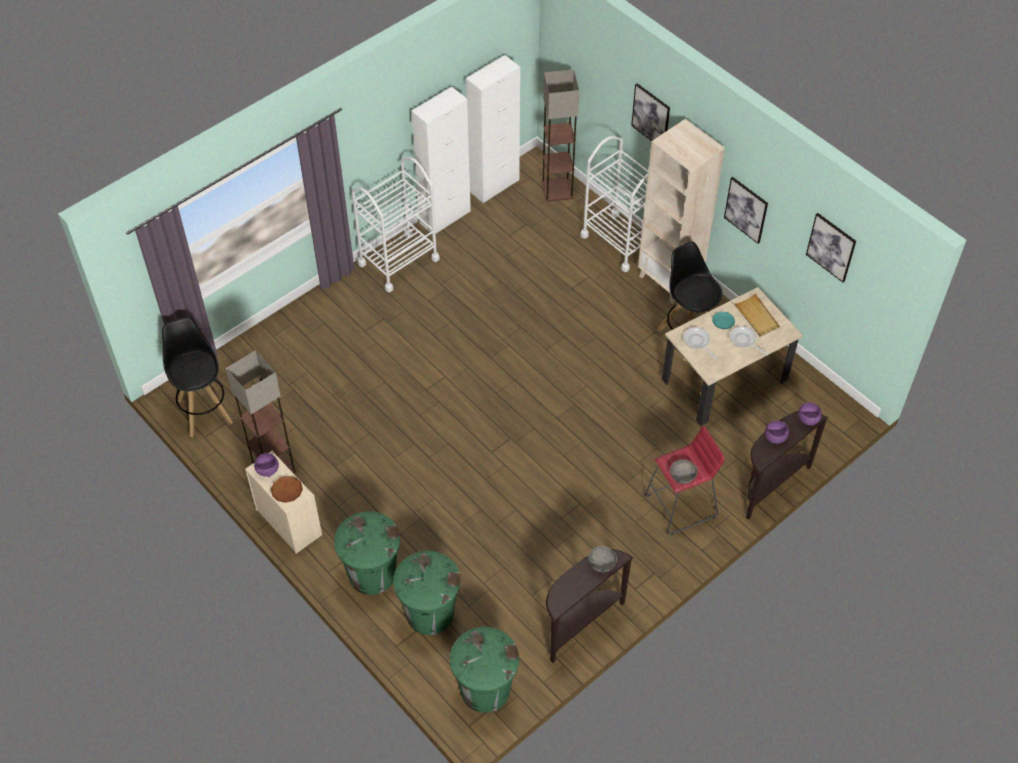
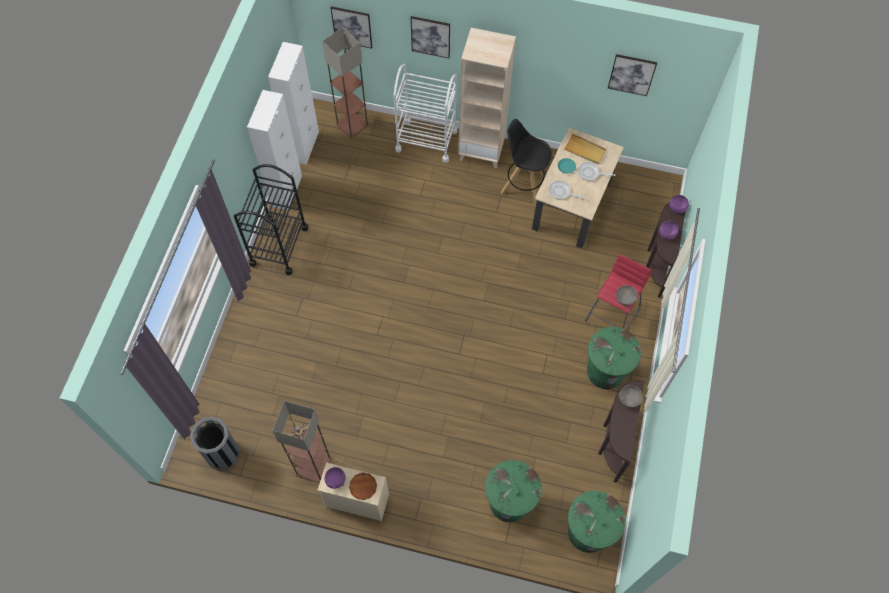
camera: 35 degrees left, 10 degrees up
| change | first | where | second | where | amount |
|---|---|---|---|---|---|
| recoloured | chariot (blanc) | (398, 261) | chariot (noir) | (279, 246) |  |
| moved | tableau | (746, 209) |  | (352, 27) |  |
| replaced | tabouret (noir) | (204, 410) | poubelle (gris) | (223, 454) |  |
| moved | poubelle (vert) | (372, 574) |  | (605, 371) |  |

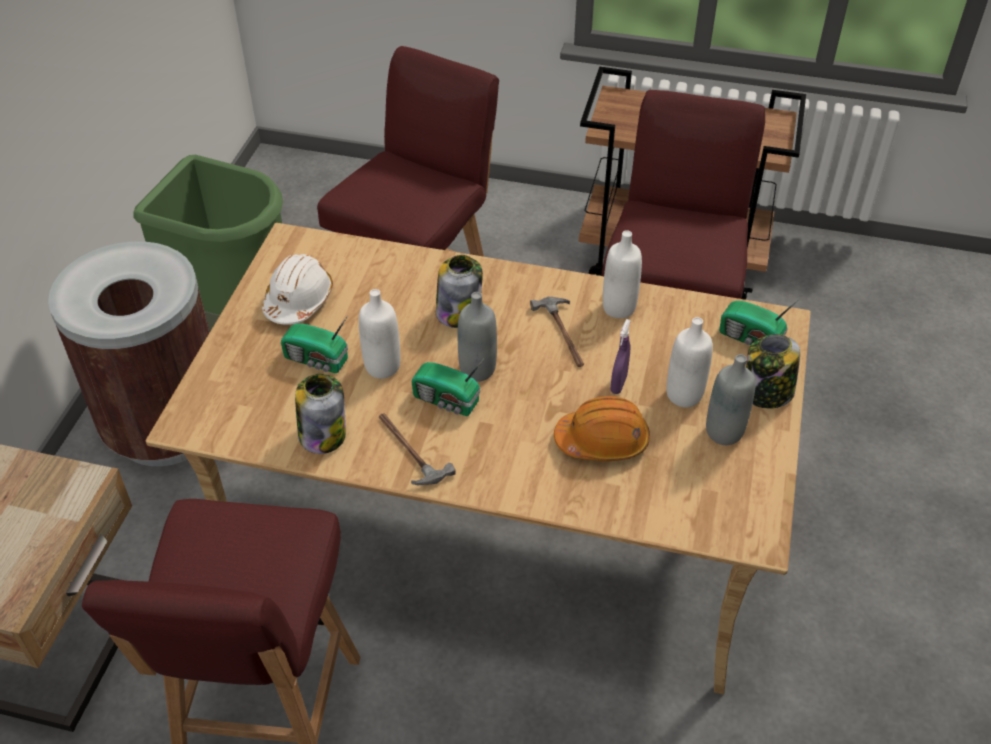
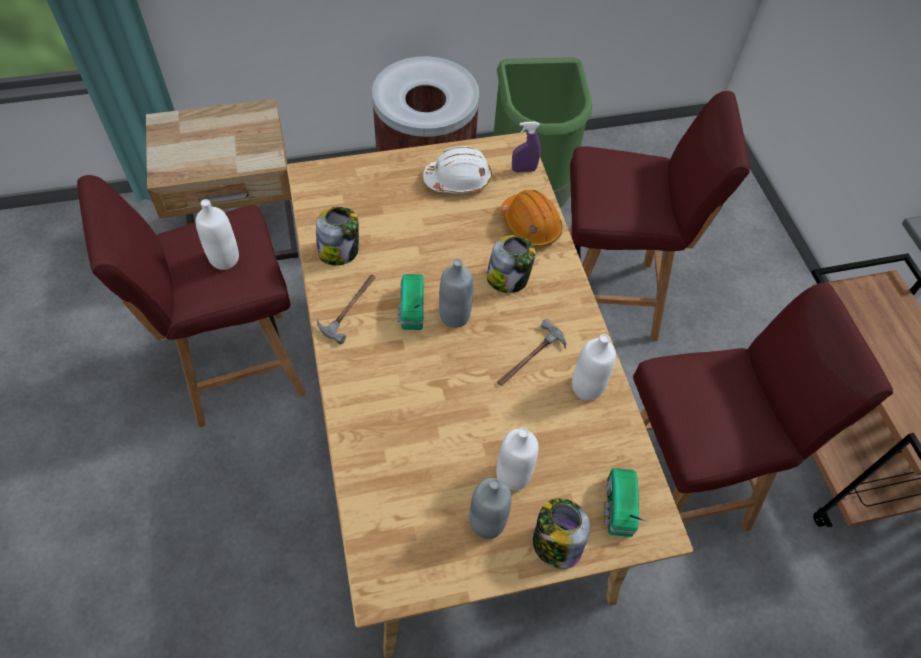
camera: 60 degrees right, 10 degrees up
| change | first | where | second | where | amount |
|---|---|---|---|---|---|
| moved | bouteille (blanc) | (382, 367) |  | (224, 259) |  |
| removed | radio | (317, 360) |  |  |  |
| moved | vaporisateur (violet) | (618, 384) |  | (524, 170) |  |
| moved | casque de chantier (orange) | (602, 441) |  | (530, 225) |  |

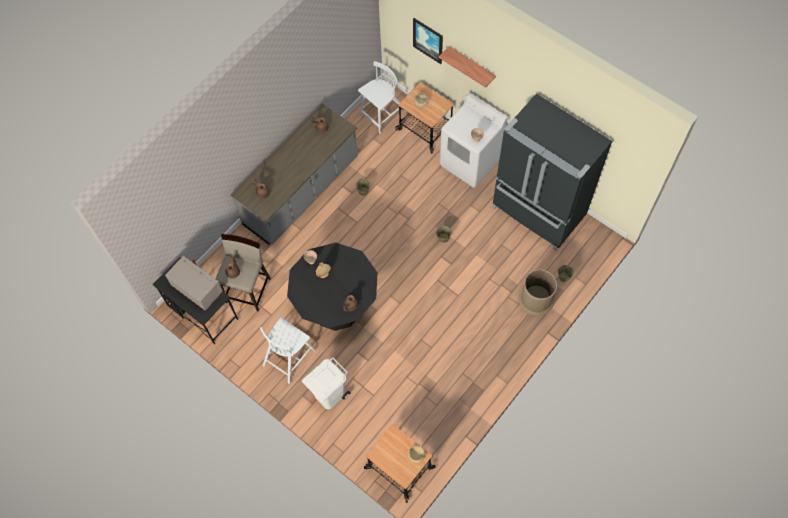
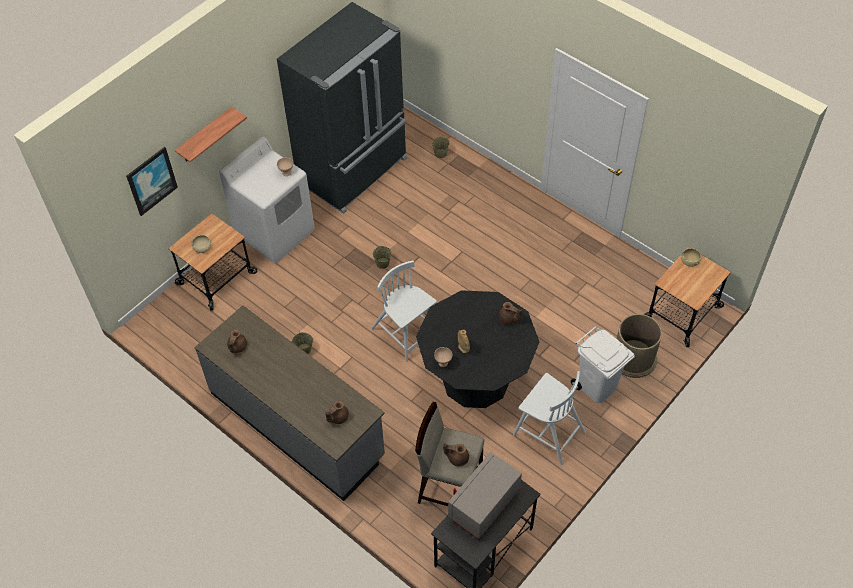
camera: 90 degrees left, 10 degrees down
| change | first | where | second | where | amount |
|---|---|---|---|---|---|
| moved | chaise (blanc) | (382, 114) |  | (405, 333) |  |
| moved | poubelle (marron) | (536, 299) |  | (633, 358) |  |

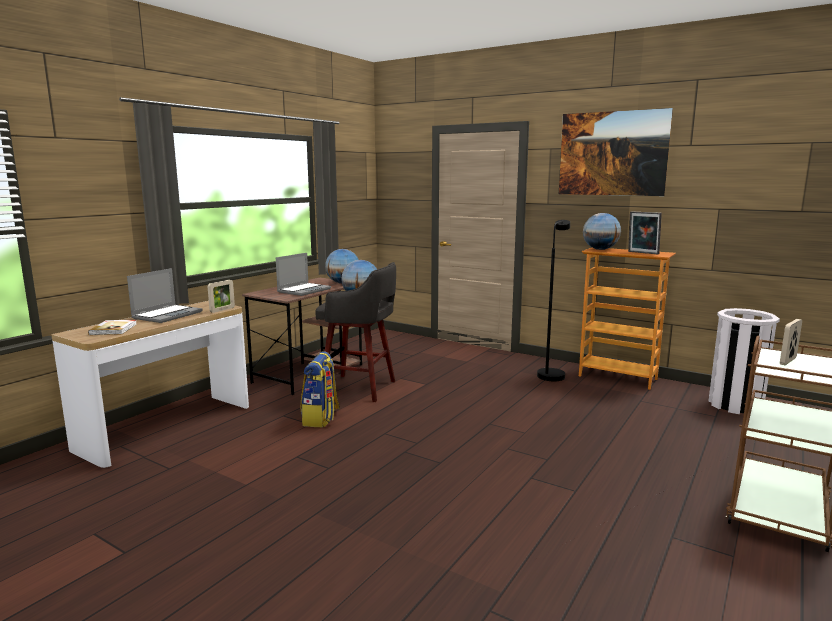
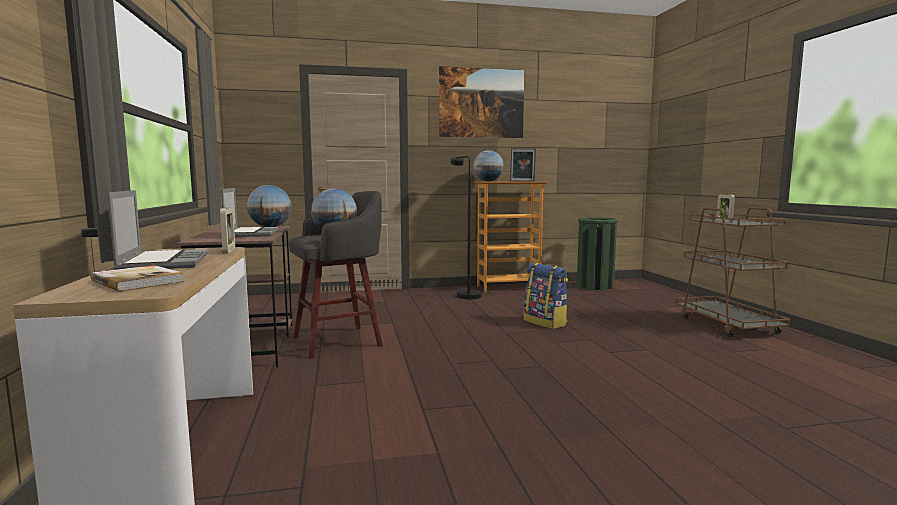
camera: 45 degrees left, 5 degrees down
| change | first | where | second | where | amount |
|---|---|---|---|---|---|
| recoloured | poubelle (blanc) | (735, 405) | poubelle (vert) | (595, 286) |  |
| moved | sac à dos | (321, 418) |  | (546, 322) |  |

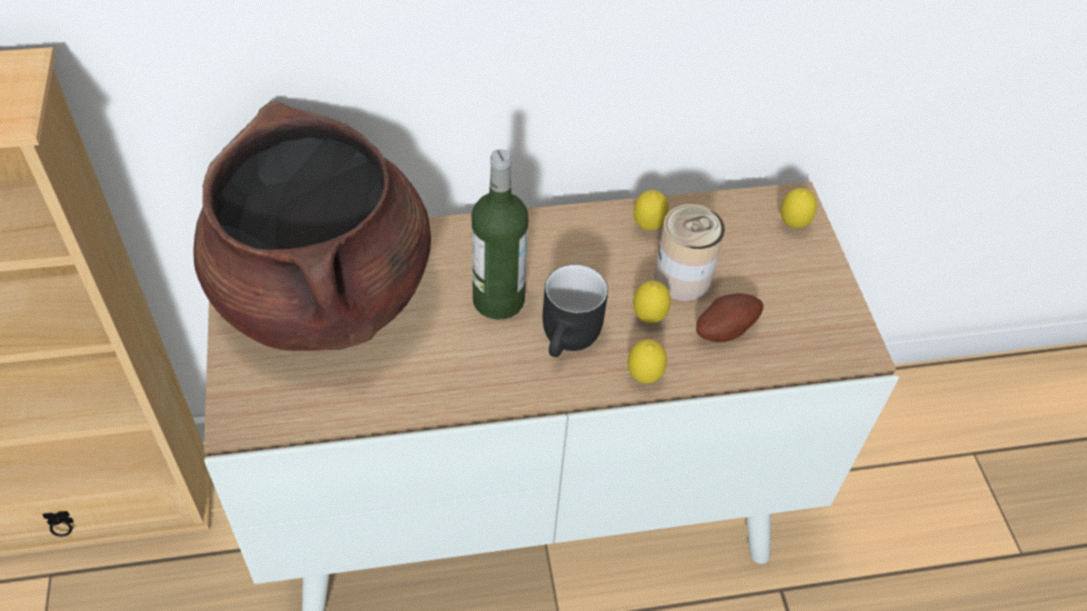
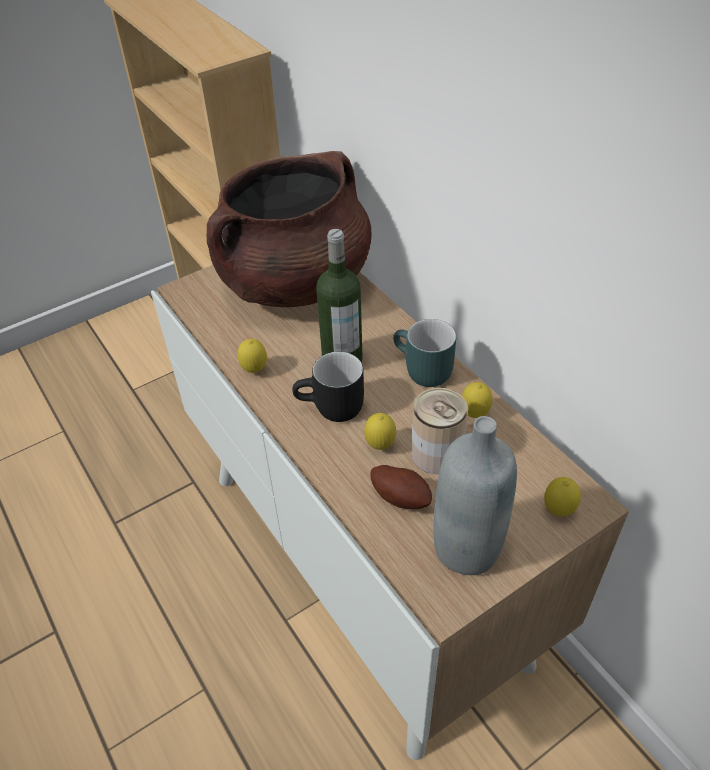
camera: 70 degrees right, 5 degrees down
| change | first | where | second | where | amount |
|---|---|---|---|---|---|
| moved | citron | (643, 377) |  | (254, 370) |  |
| added |  |  | mug (turquoise) | (420, 371) |  |
| added |  |  | bouteille (gris) | (467, 548) |  |

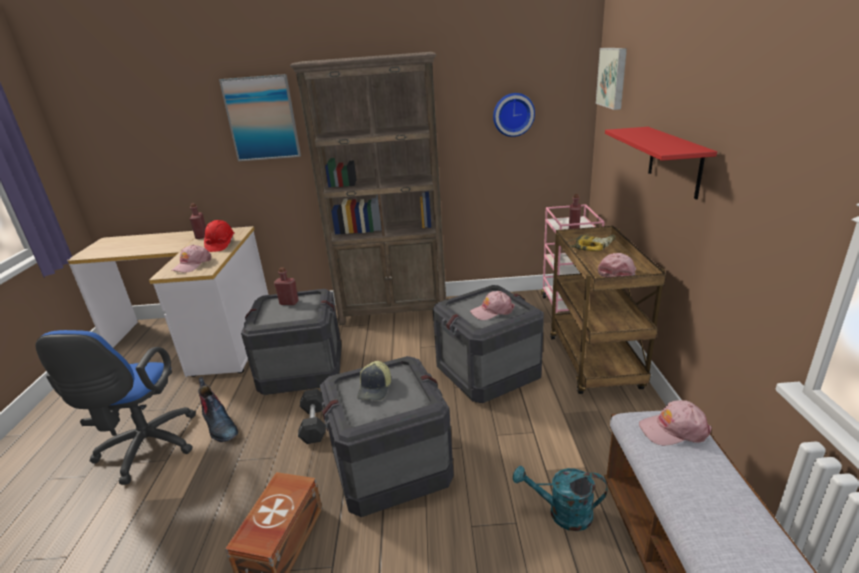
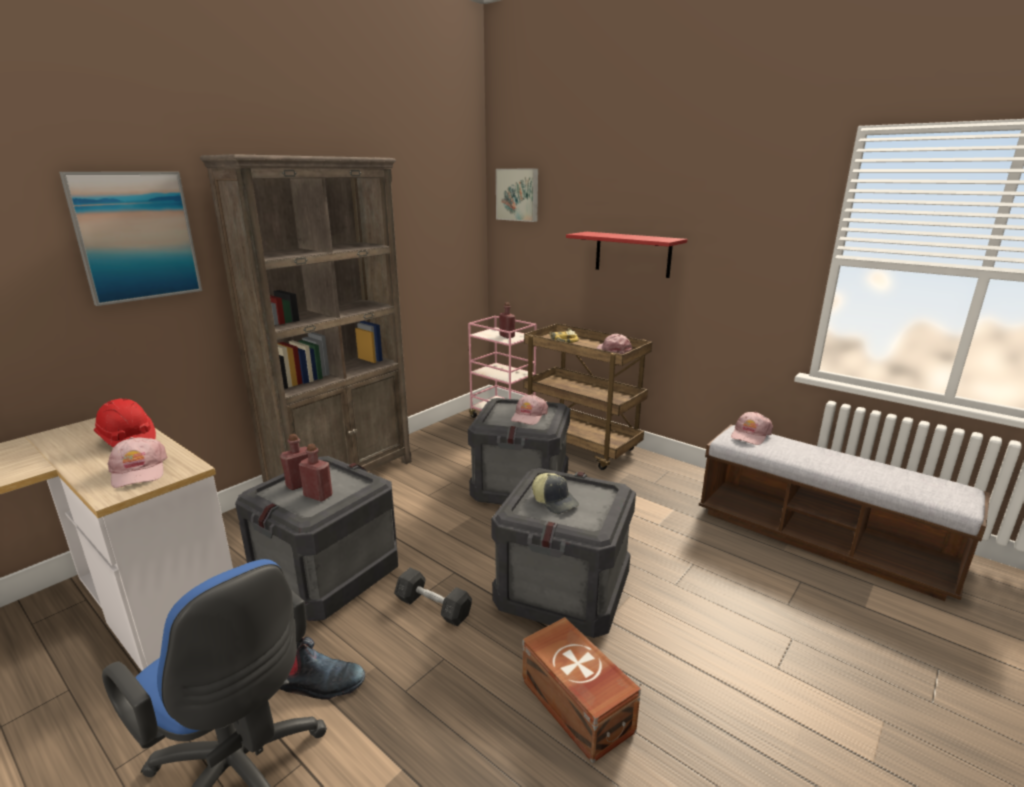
camera: 50 degrees left, 5 degrees down
| change | first | where | second | where | amount |
|---|---|---|---|---|---|
| removed | horloge murale | (513, 114) |  |  |  |
| moved | bouteille (rouge) | (201, 236) |  | (318, 496) |  |
| removed | arrosoir (turquoise) | (562, 513) |  |  |  |

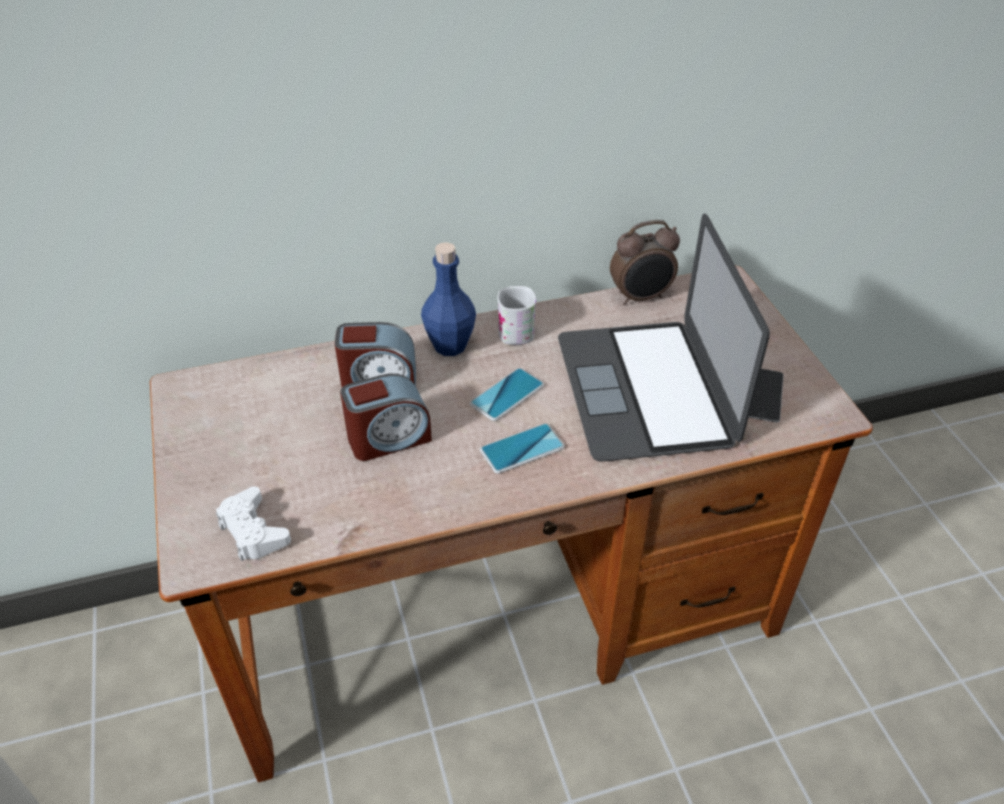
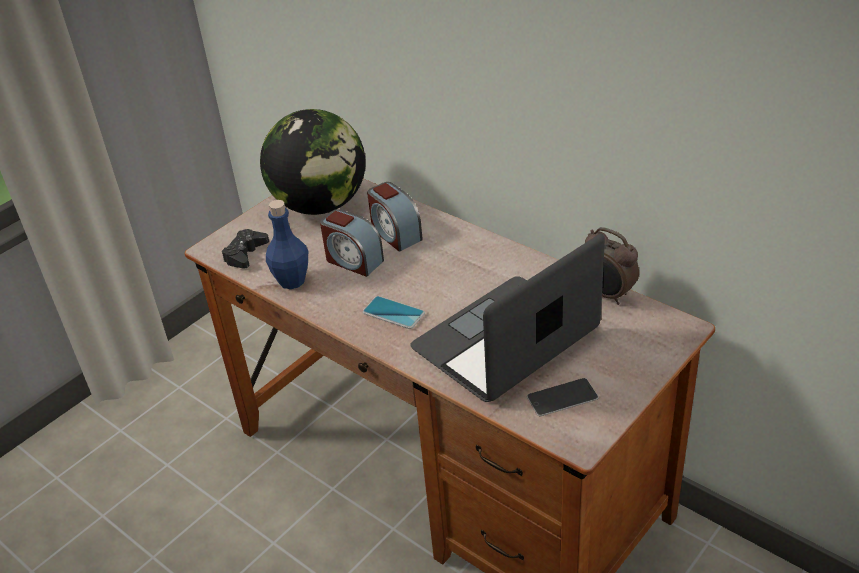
camera: 60 degrees right, 5 degrees down
| change | first | where | second | where | amount |
|---|---|---|---|---|---|
| moved | bouteille (bleu) | (450, 345) |  | (292, 281) |  |
| removed | mug (blanc) | (515, 329) |  |  |  |
| removed | téléphone | (507, 395) |  |  |  |
| recoloured | manette (blanc) | (253, 531) | manette (noir) | (245, 254) |  |
| added |  |  | globe | (320, 205) |  |

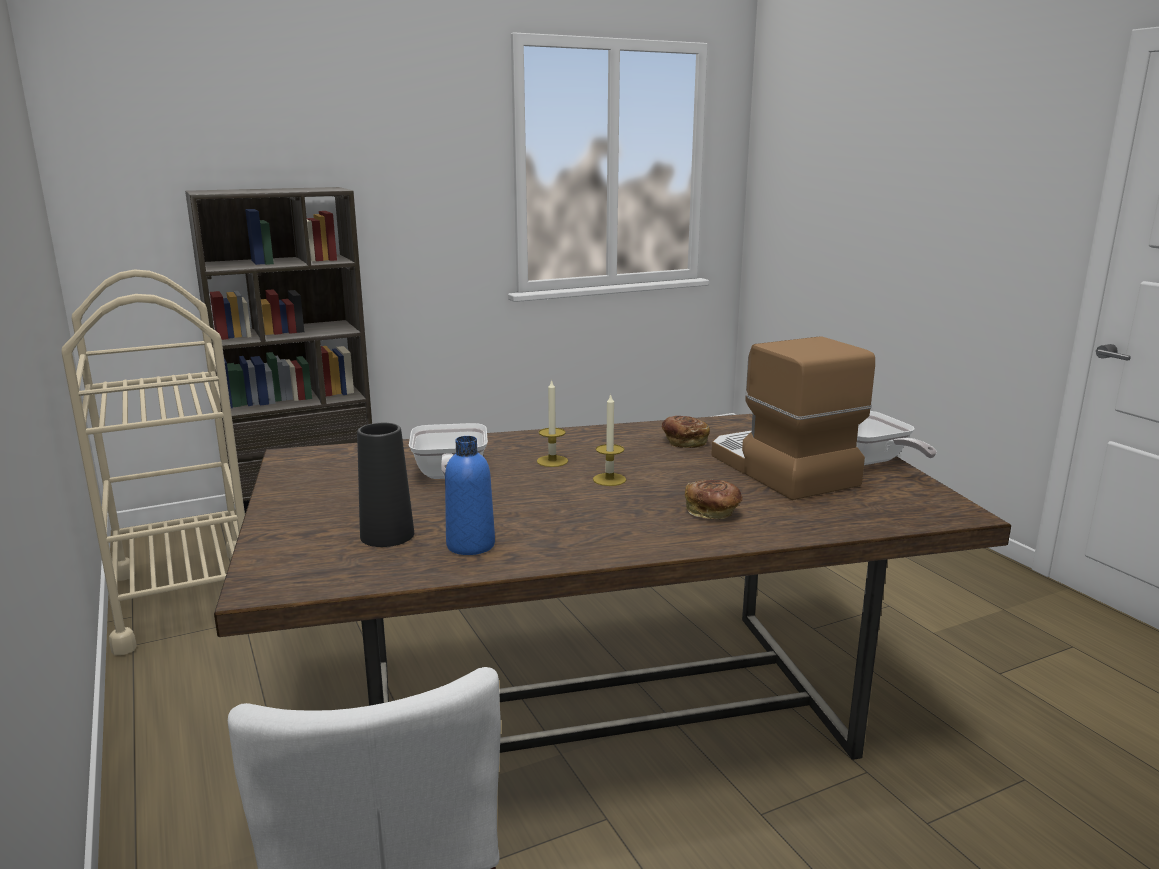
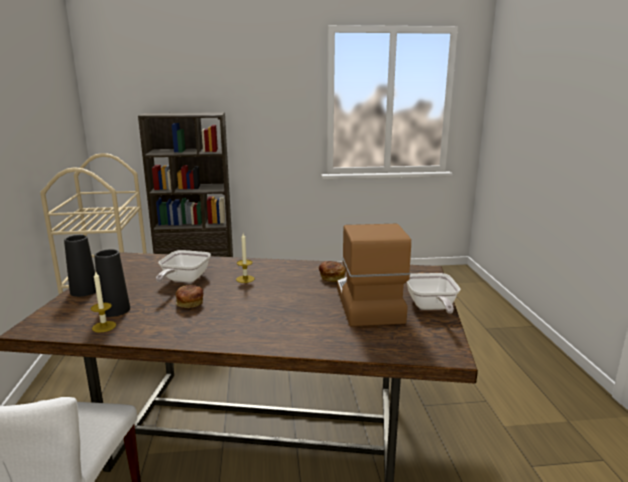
camera: 20 degrees right, 0 degrees up
| change | first | where | second | where | amount |
|---|---|---|---|---|---|
| moved | bougie | (609, 479) |  | (104, 326) |  |
| removed | bouteille (bleu) | (470, 545) |  |  |  |
| moved | pain | (712, 512) |  | (190, 303) |  |
| added |  |  | vase (noir) | (84, 291) |  |

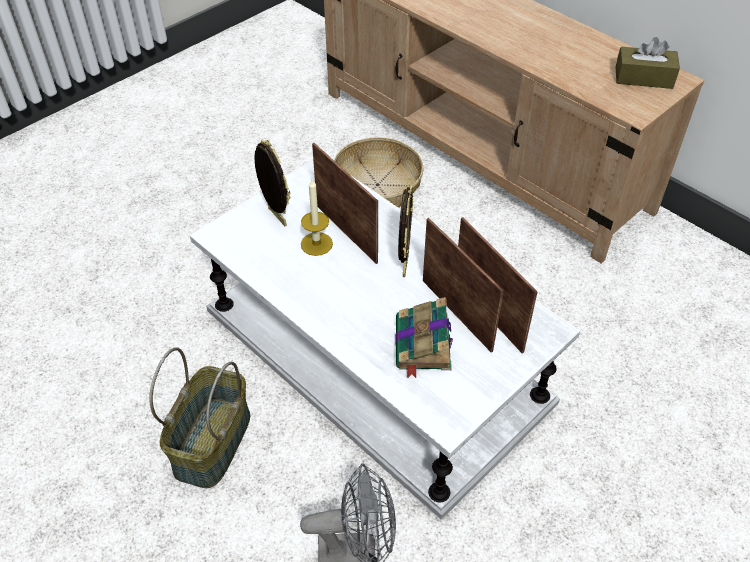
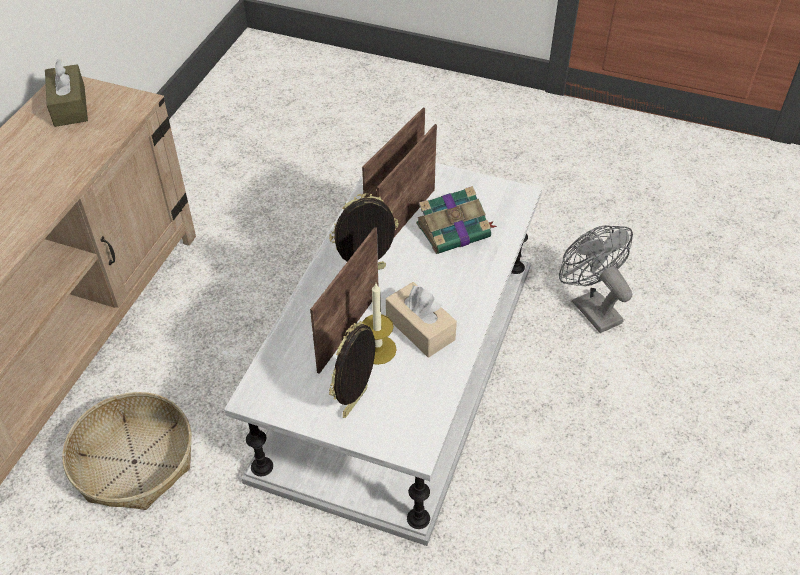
camera: 115 degrees left, 0 degrees up
| change | first | where | second | where | amount |
|---|---|---|---|---|---|
| removed | panier | (211, 441) |  |  |  |
| added |  |  | boîte à mouchoirs (beige) | (420, 328) |  |

